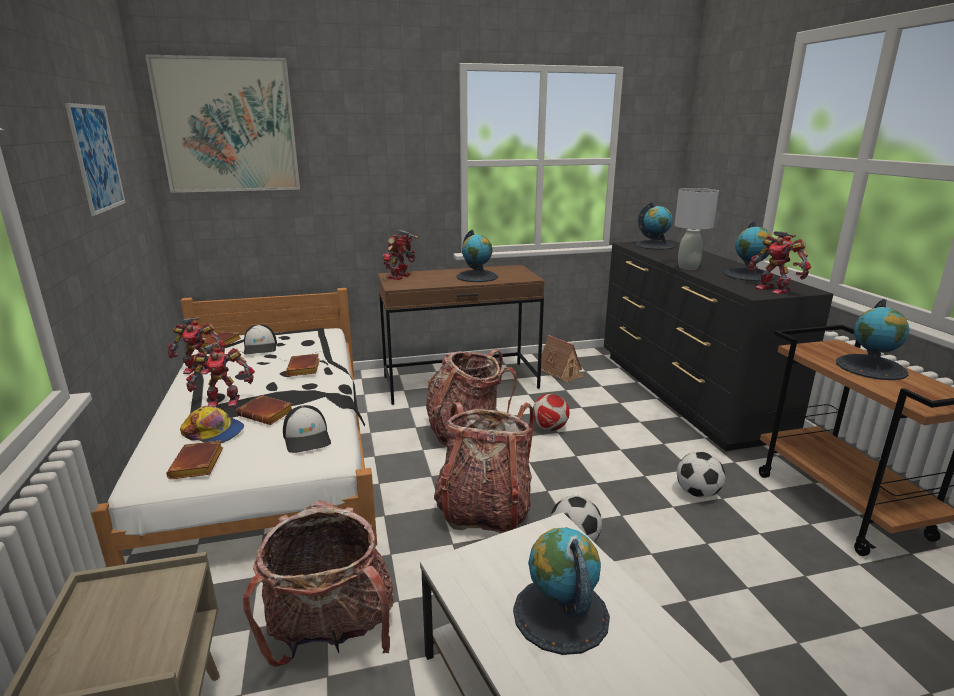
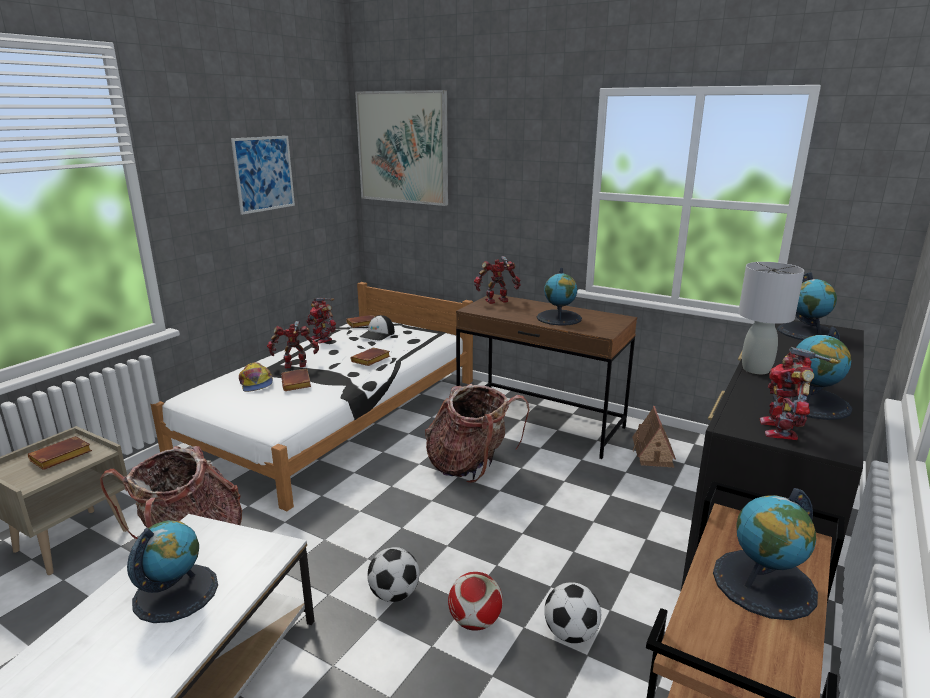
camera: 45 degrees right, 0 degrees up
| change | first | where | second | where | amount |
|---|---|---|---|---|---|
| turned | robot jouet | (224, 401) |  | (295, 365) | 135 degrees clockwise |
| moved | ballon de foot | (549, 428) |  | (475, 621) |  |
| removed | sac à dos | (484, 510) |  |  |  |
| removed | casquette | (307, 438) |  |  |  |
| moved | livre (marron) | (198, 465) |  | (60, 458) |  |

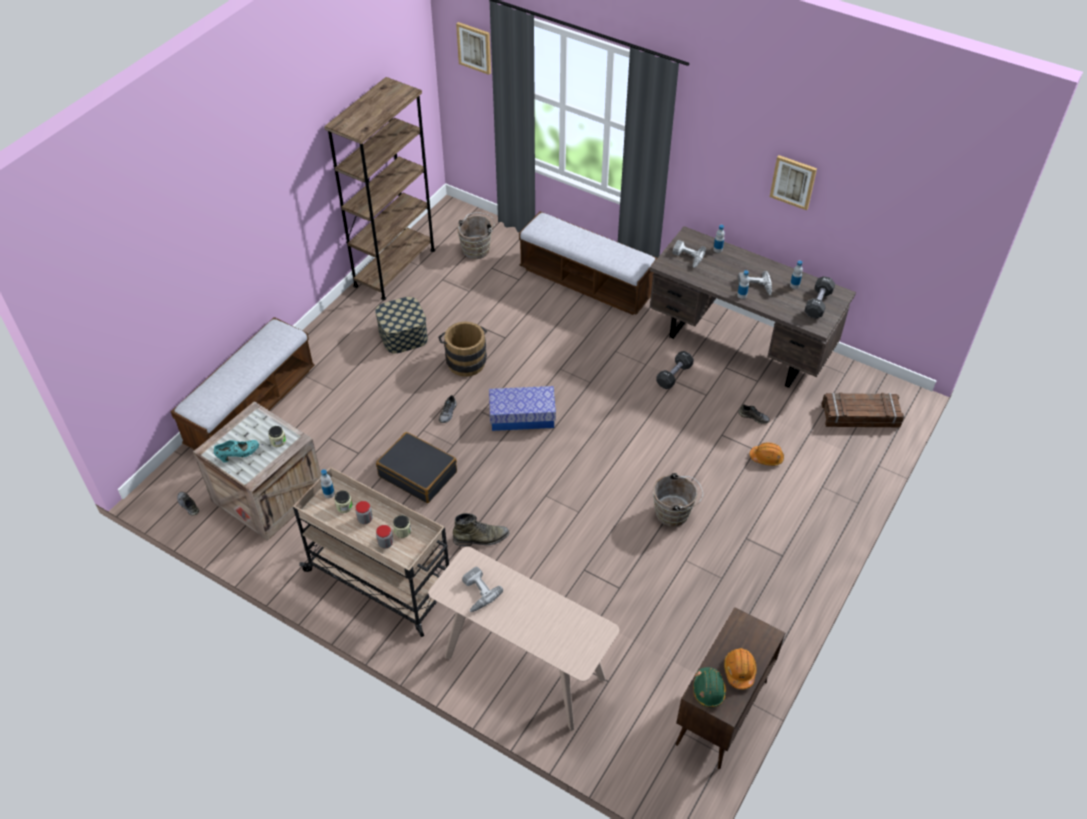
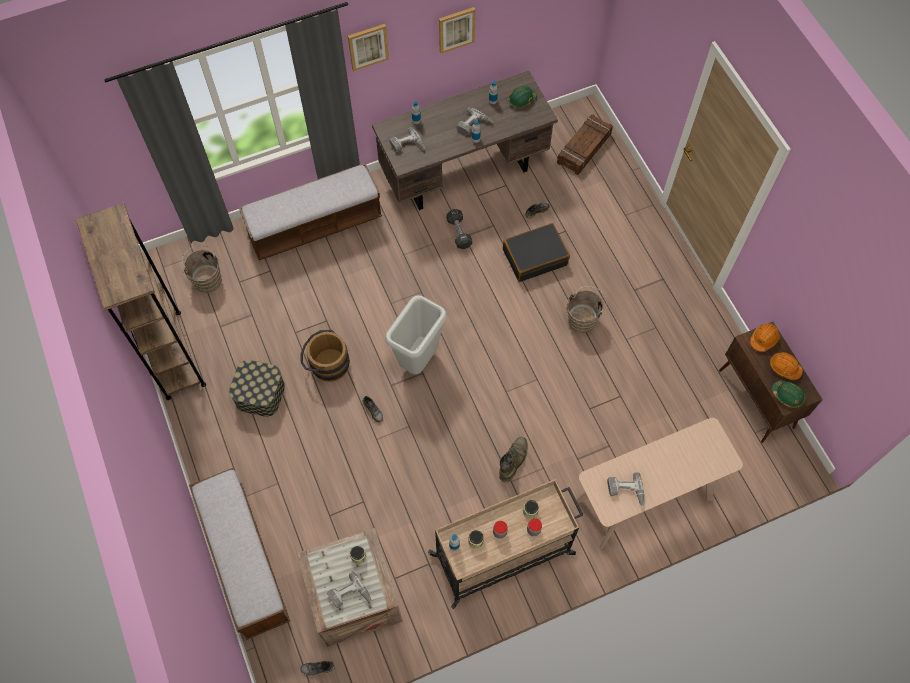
camera: 55 degrees left, 15 degrees up
| change | first | where | second | where | amount |
|---|---|---|---|---|---|
| moved | tableau | (474, 47) |  | (368, 46) |  |
| replaced | haltère (noir) | (818, 303) | casque de chantier (vert) | (522, 100) |  |
| replaced | boîte de rangement | (522, 416) | poubelle (gris) | (418, 359) |  |
| moved | valise (noir) | (418, 474) |  | (535, 257) |  |
| replaced | chaussure (turquoise) | (238, 455) | perceuse | (350, 596) |  |
| moved | casque de chantier (orange) | (766, 457) |  | (763, 339) |  |

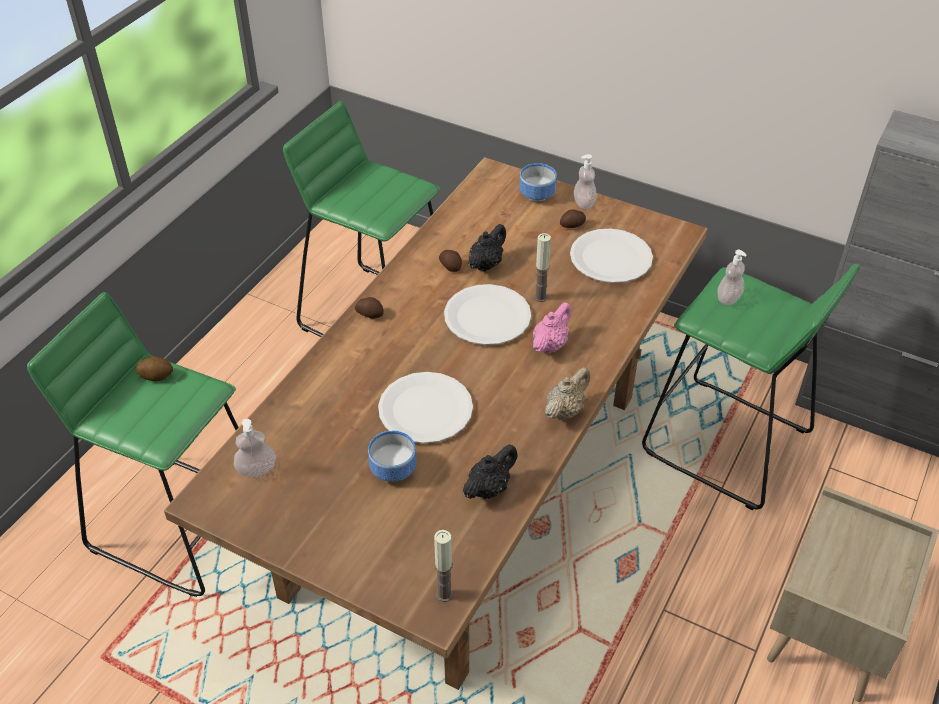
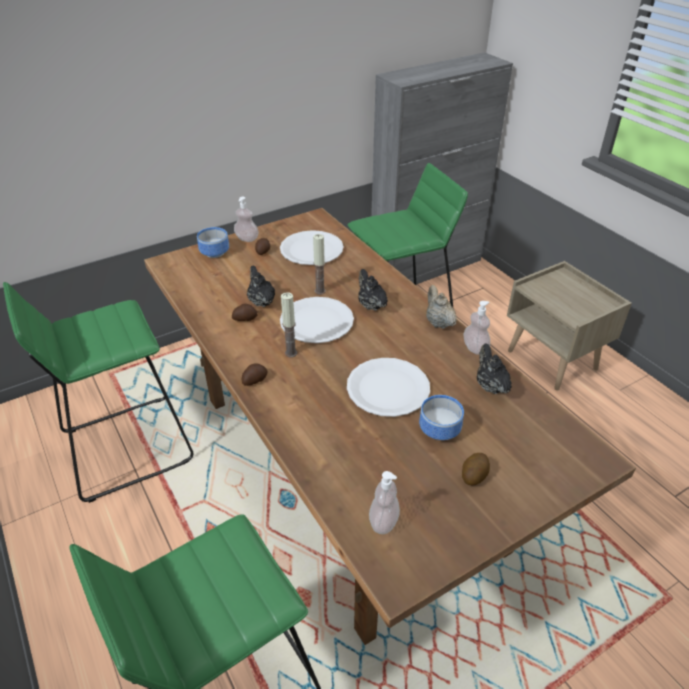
camera: 60 degrees left, 5 degrees down
| change | first | where | second | where | amount |
|---|---|---|---|---|---|
| moved | distributeur de savon | (728, 298) |  | (475, 348) |  |
| recoloured | théière (rose) | (550, 345) | théière (noir) | (370, 305) |  |
| moved | pomme de terre | (156, 376) |  | (474, 475) |  |
| moved | bougie | (444, 594) |  | (291, 353) |  |

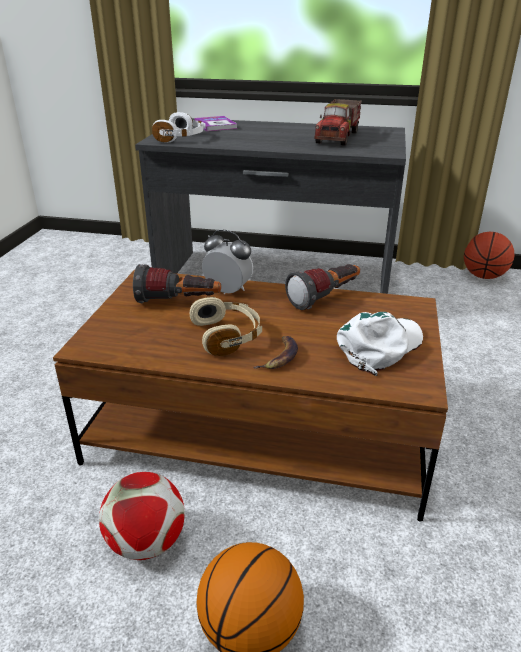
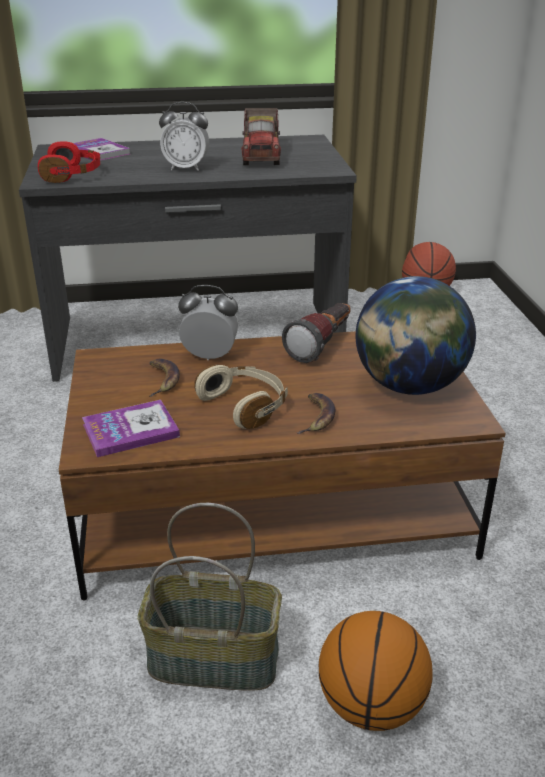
camera: 20 degrees left, 0 degrees up
| change | first | where | second | where | amount |
|---|---|---|---|---|---|
| recoloured | casque audio (blanc) | (181, 138) | casque audio (rouge) | (73, 175) |  |
| replaced | lampe de poche | (179, 303) | banane | (162, 379) |  |
| replaced | casquette (blanc) | (380, 346) | globe | (409, 386) |  |
| replaced | ballon de foot | (147, 542) | panier | (215, 658) |  |
| added |  |  | réveil | (186, 168) |  |
| added |  |  | livre | (130, 430) |  |

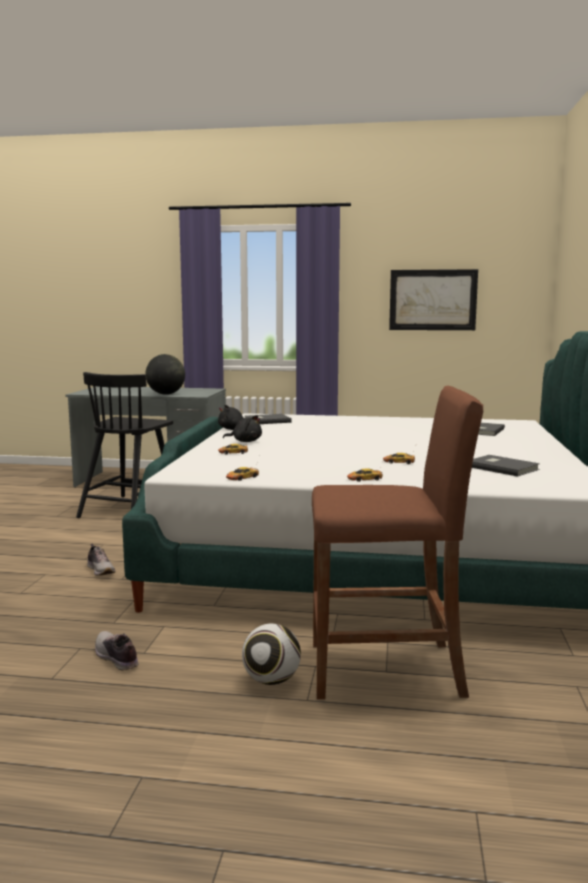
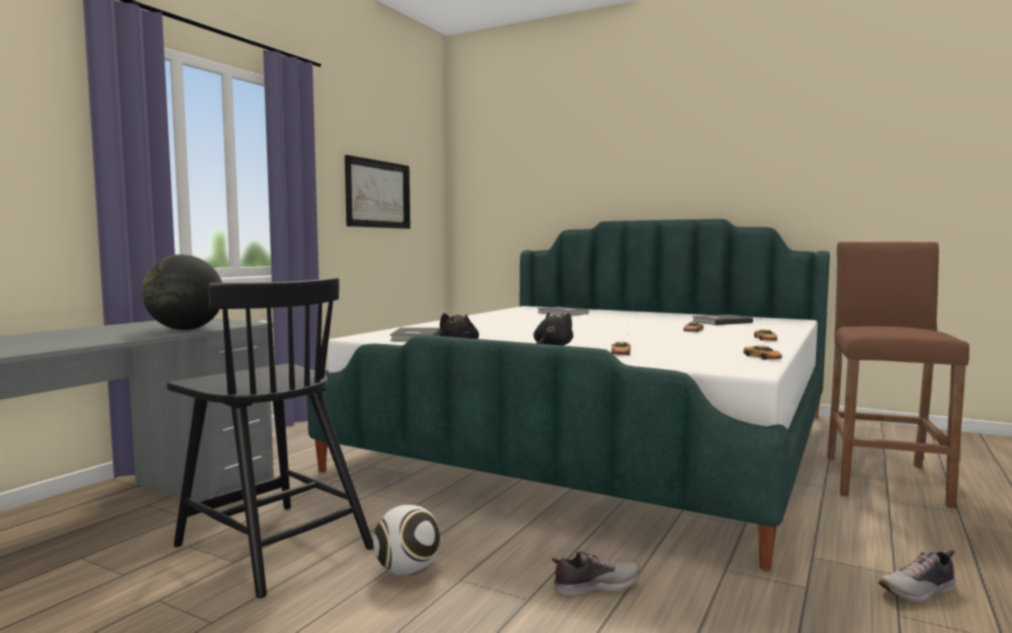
camera: 70 degrees left, 5 degrees down
| change | first | where | second | where | amount |
|---|---|---|---|---|---|
| moved | ballon de foot | (271, 680) |  | (407, 571) |  |

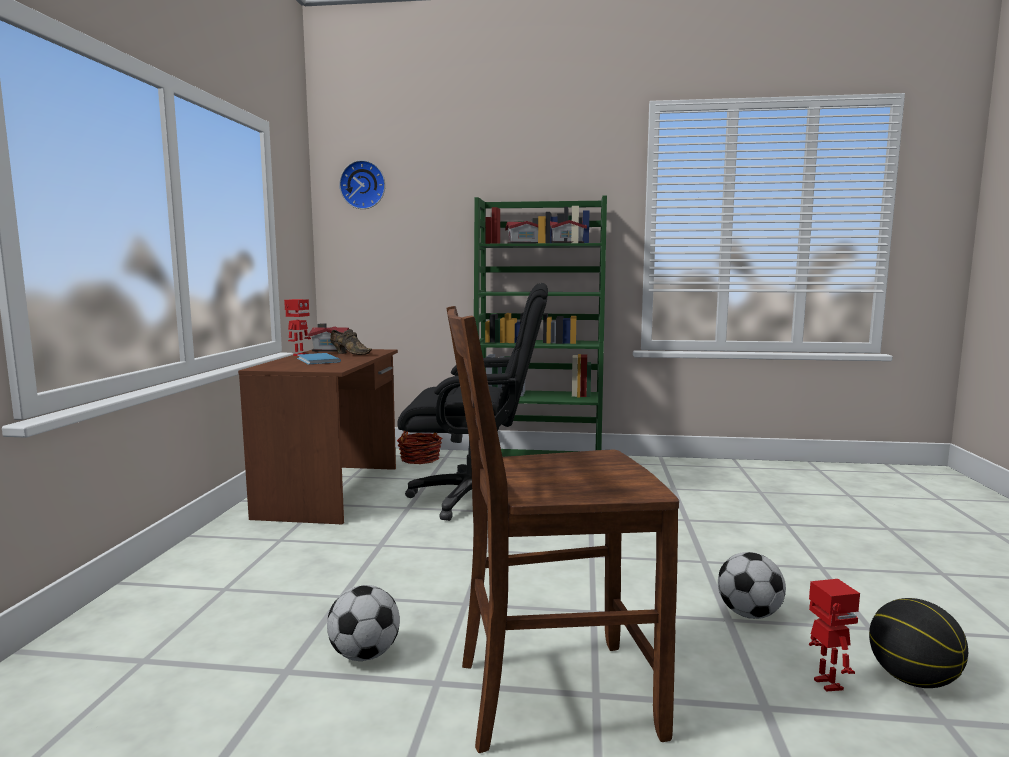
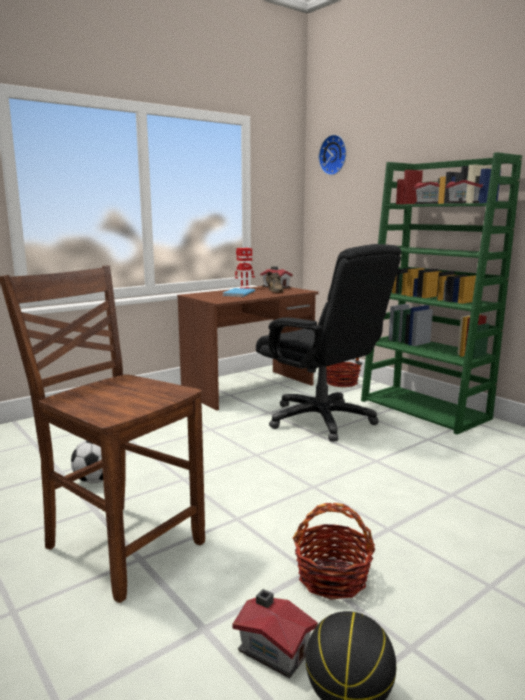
camera: 45 degrees right, 5 degrees up
| change | first | where | second | where | amount |
|---|---|---|---|---|---|
| replaced | ballon de foot | (749, 614) | panier | (332, 578) |  |
| replaced | robot jouet | (826, 684) | maison miniature | (274, 648) |  |

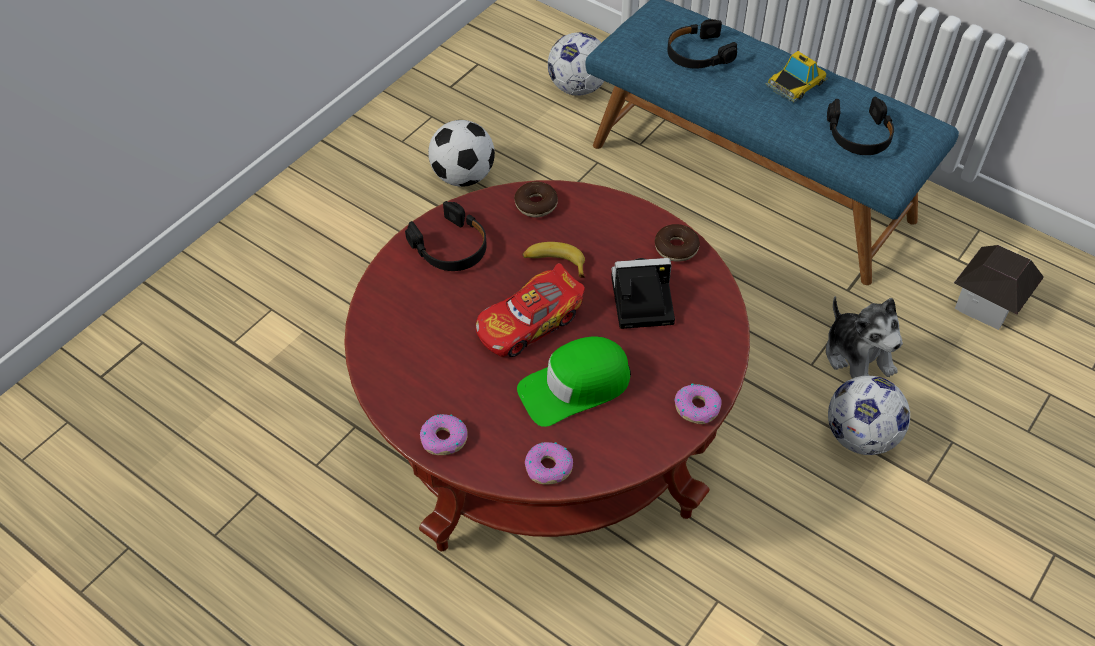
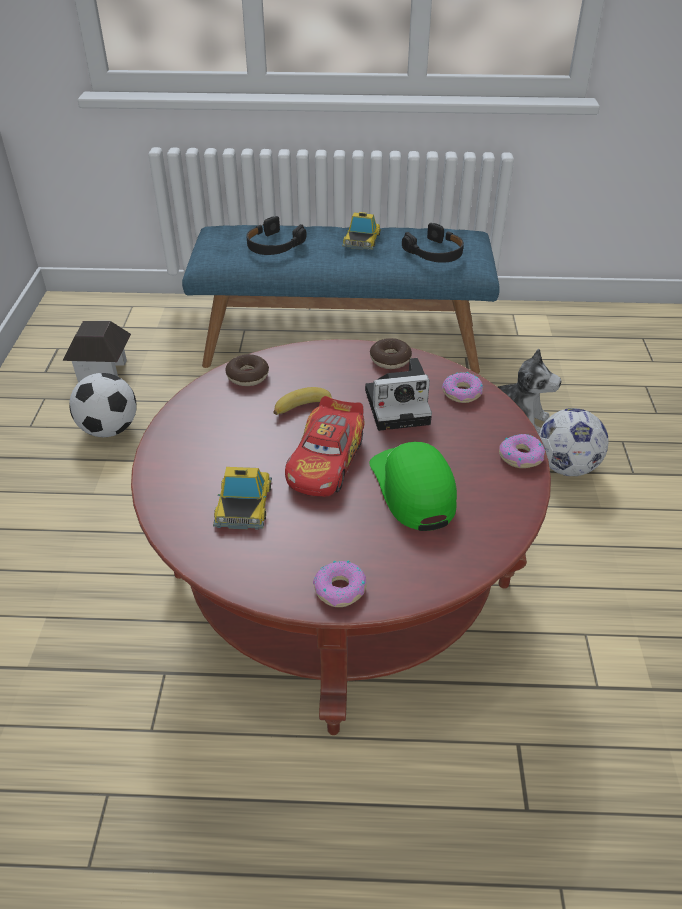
camera: 35 degrees left, 10 degrees down
| change | first | where | second | where | amount |
|---|---|---|---|---|---|
| removed | ballon de foot | (578, 88) |  |  |  |
| removed | casque audio (noir) | (451, 247) |  |  |  |
| moved | maison miniature | (987, 303) |  | (103, 371) |  |
| turned | appareil photo | (639, 301) |  | (399, 406) | 150 degrees counterclockwise |
| turned | casquette (vert) | (575, 387) |  | (413, 489) | 135 degrees clockwise |
| moved | beignet | (548, 467) |  | (462, 393) |  |
| added |  |  | petite voiture | (243, 503) |  |

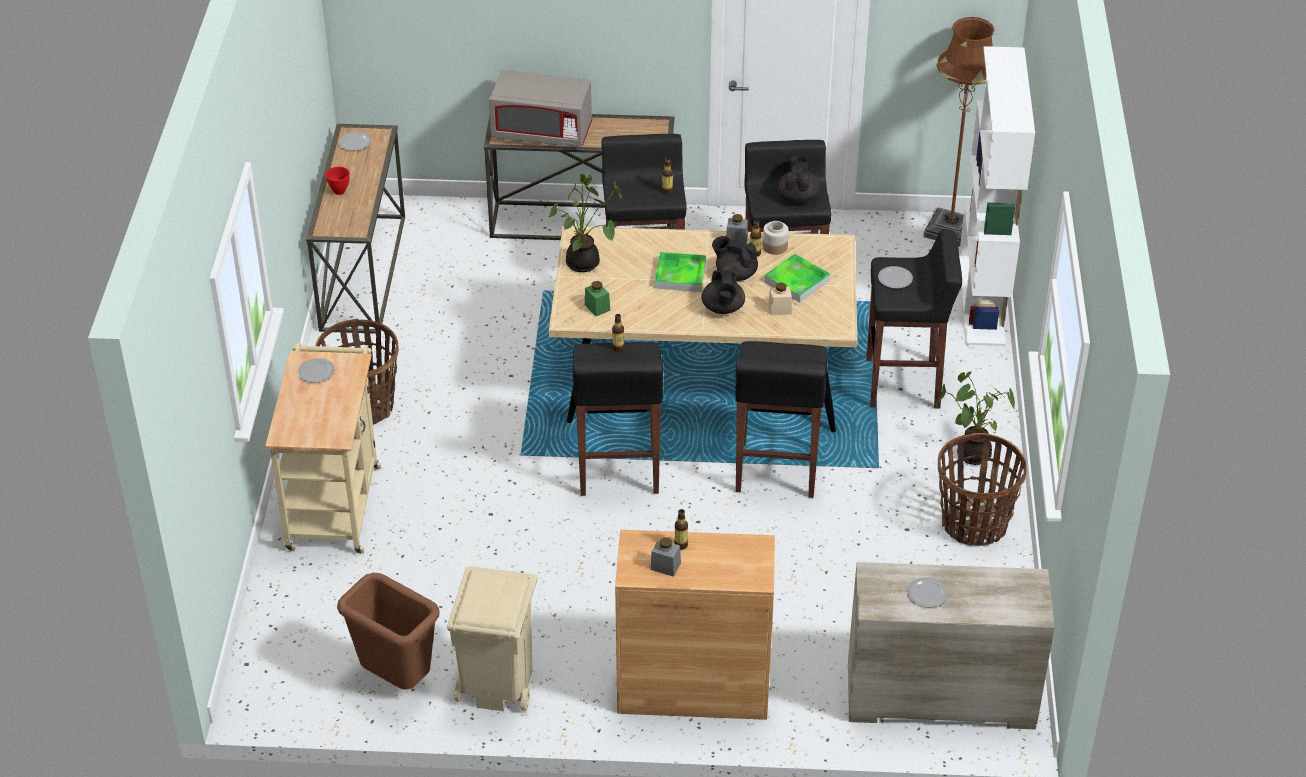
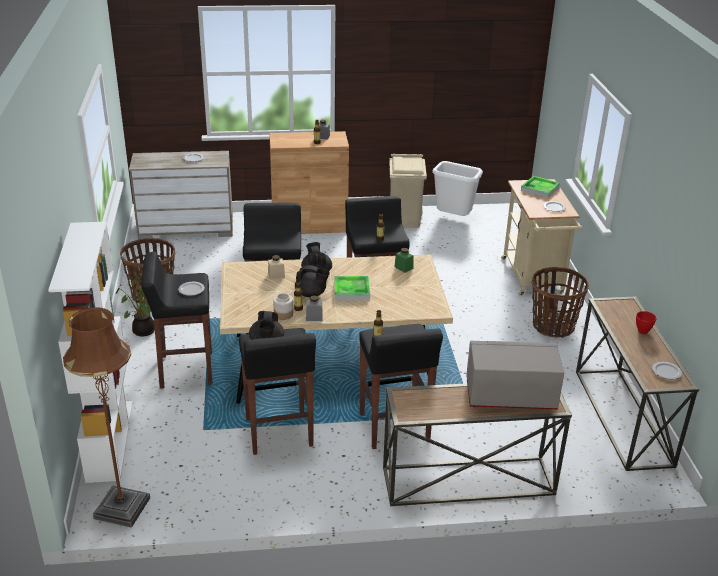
camera: 170 degrees right, 10 degrees down
| change | first | where | second | where | amount |
|---|---|---|---|---|---|
| removed | plante en pot | (585, 264) |  |  |  |
| moved | plateau | (797, 281) |  | (540, 189) |  |
| recoloured | poubelle (marron) | (397, 680) | poubelle (blanc) | (453, 218) |  |

